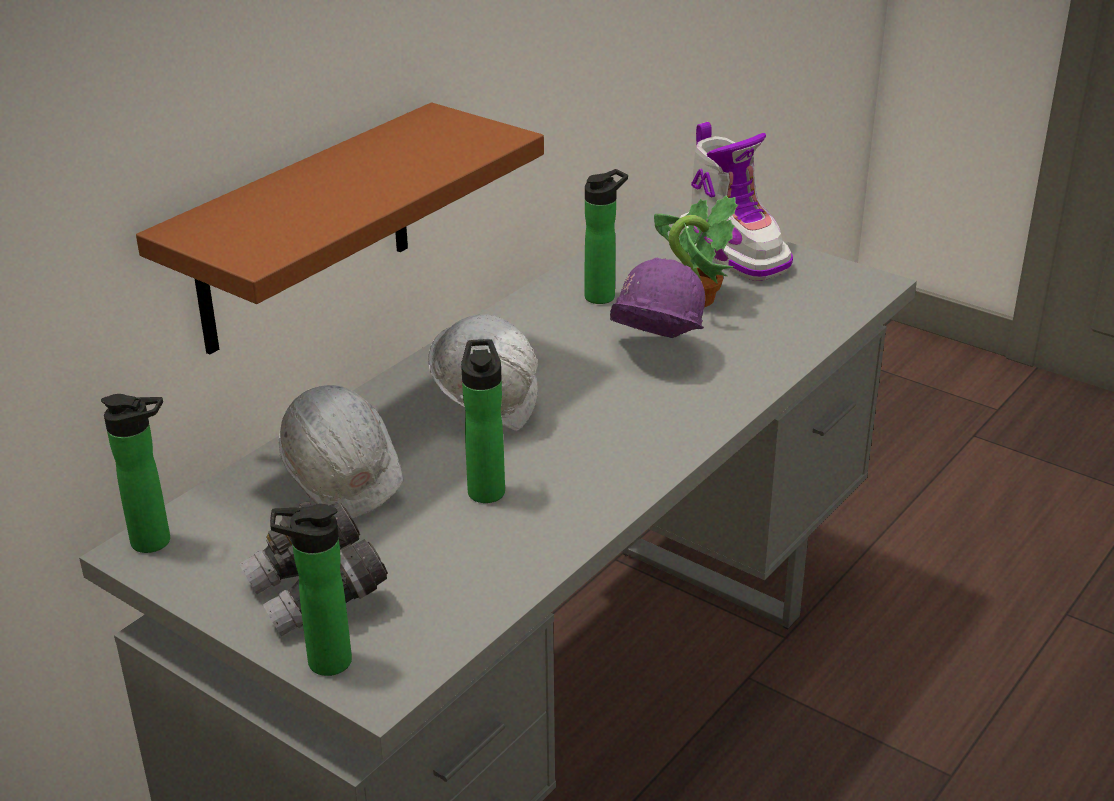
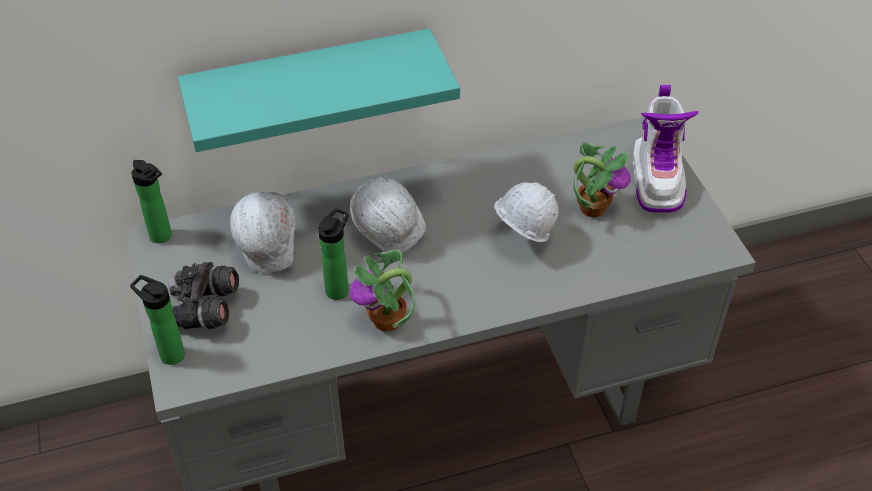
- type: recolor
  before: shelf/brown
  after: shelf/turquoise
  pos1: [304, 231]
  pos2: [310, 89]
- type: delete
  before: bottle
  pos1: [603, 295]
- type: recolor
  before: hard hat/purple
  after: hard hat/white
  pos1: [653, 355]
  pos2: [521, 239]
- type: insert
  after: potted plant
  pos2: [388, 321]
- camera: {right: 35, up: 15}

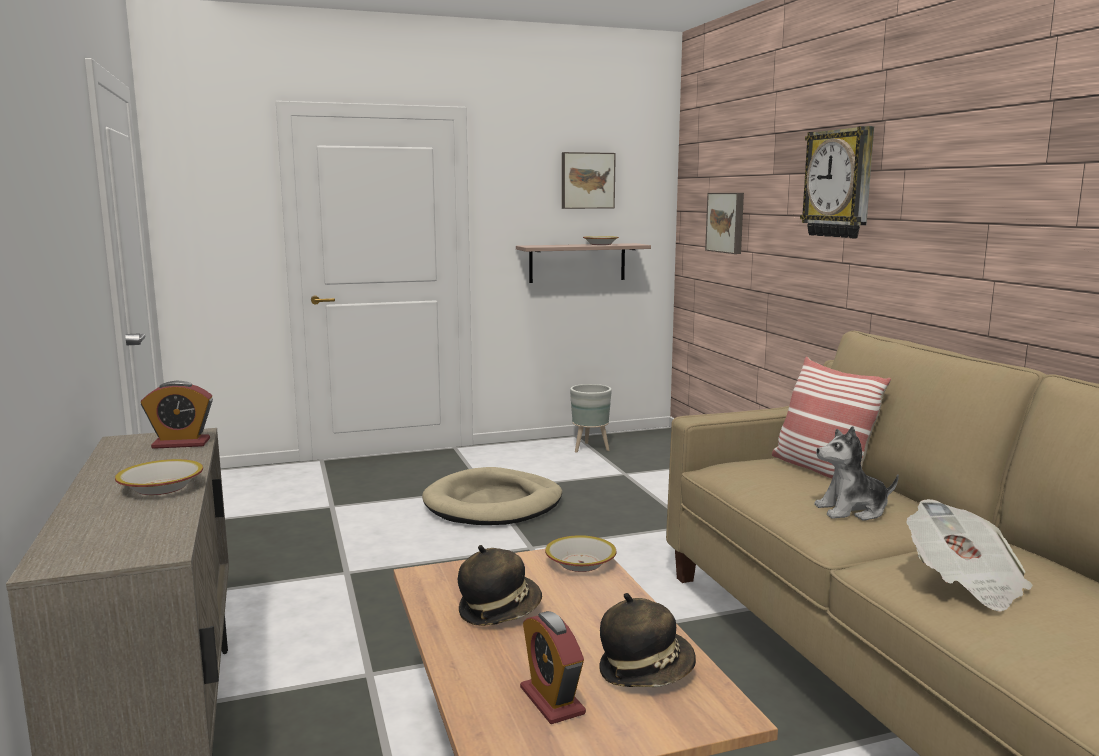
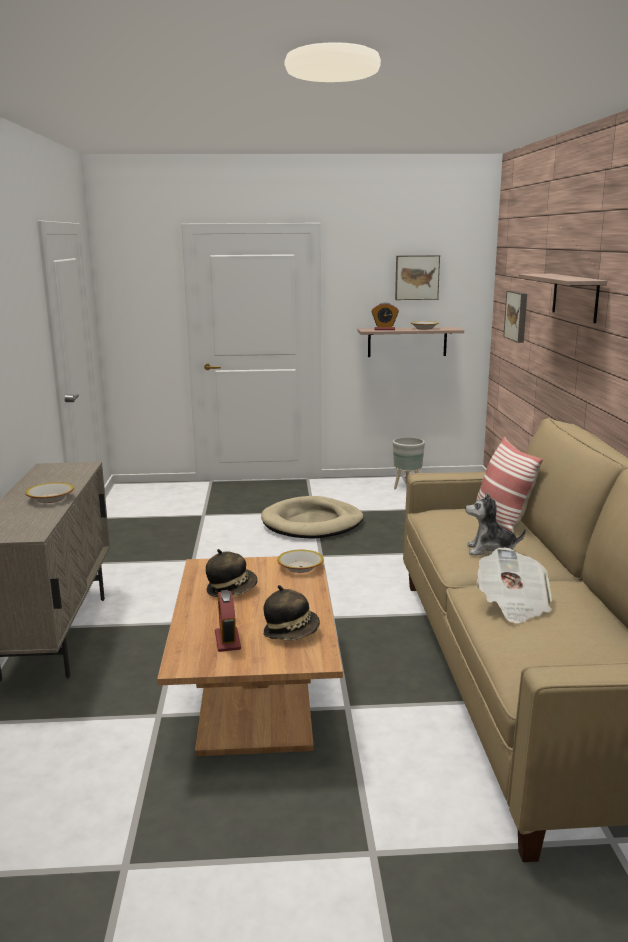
- type: move
  before: alarm clock
  pos1: [181, 443]
  pos2: [384, 329]
- type: replace
  before: wall clock
  after: shelf
  pos1: [839, 183]
  pos2: [575, 297]
- camera: {right: 15, up: 5}

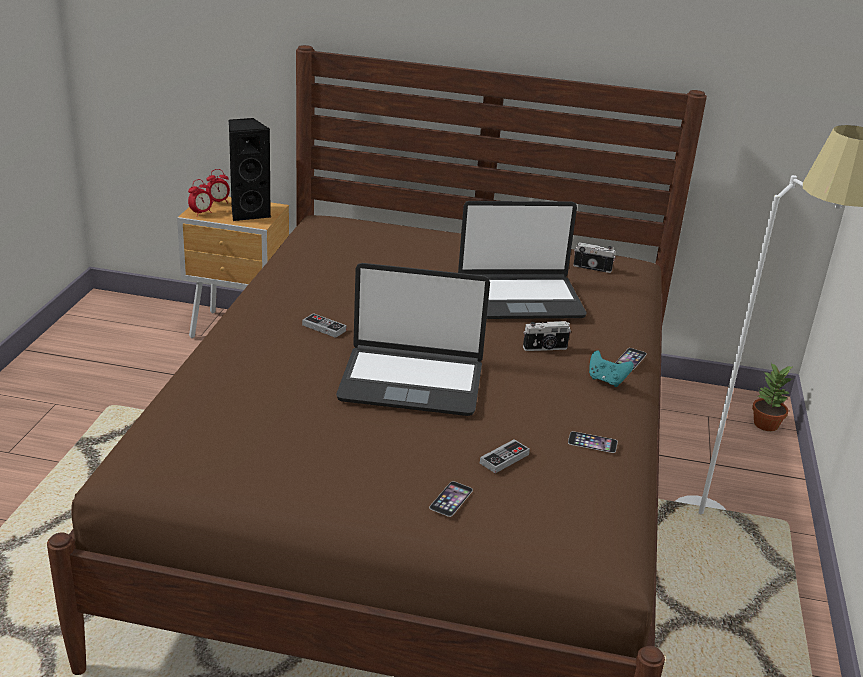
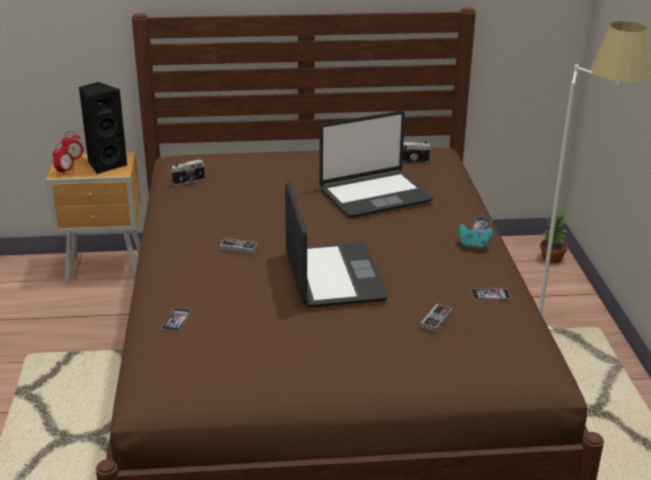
- type: rotate
  before: laptop
  pos1: [411, 382]
  pos2: [333, 276]
  turn: -90
- type: move
  before: phone
  pos1: [451, 498]
  pos2: [176, 319]
- type: move
  before: photo camera
  pos1: [545, 348]
  pos2: [189, 181]
- camera: {right: -15, up: 0}

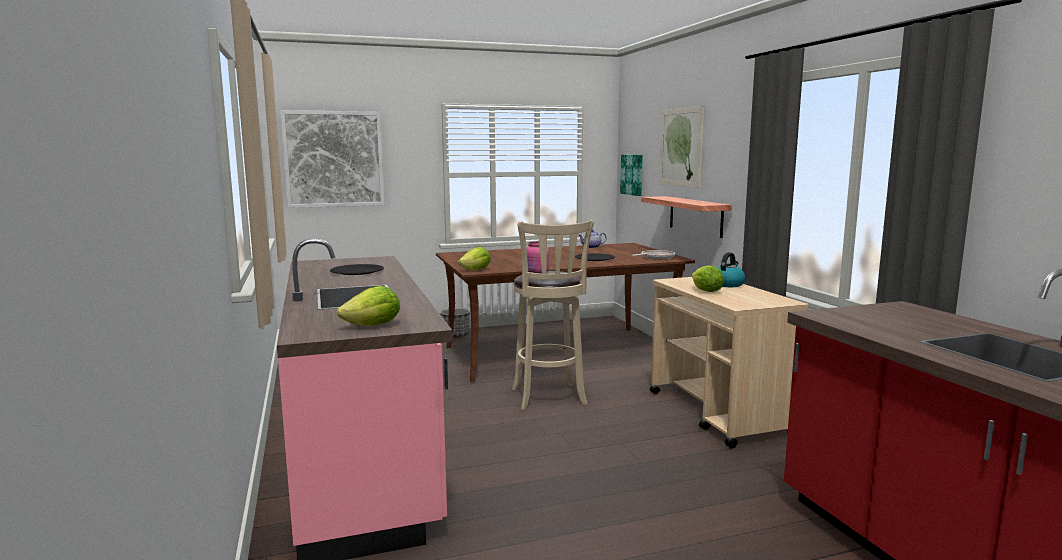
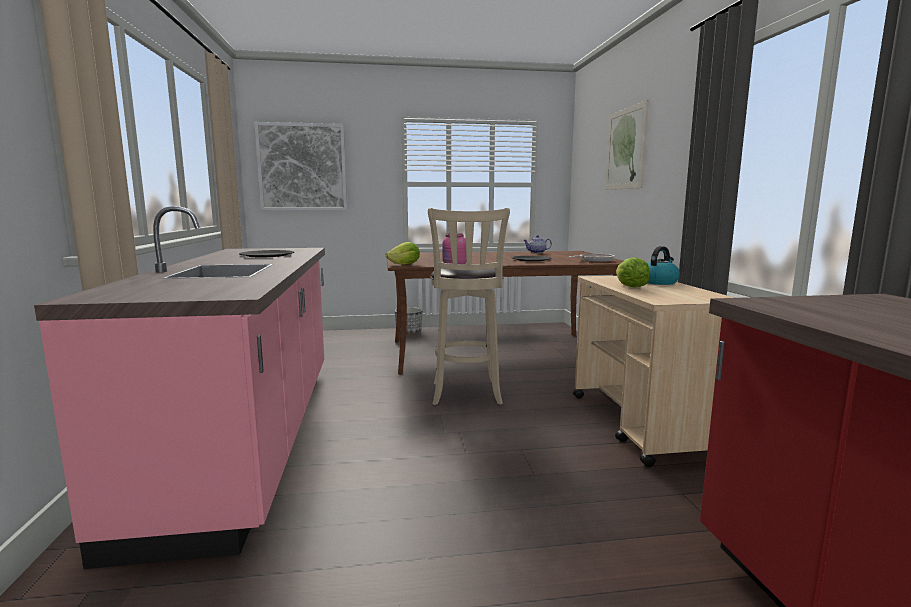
- type: delete
  before: lettuce
  pos1: [373, 326]
- type: delete
  before: picture
  pos1: [633, 174]
- type: delete
  before: shelf
  pos1: [695, 216]
- camera: {right: 10, up: 0}

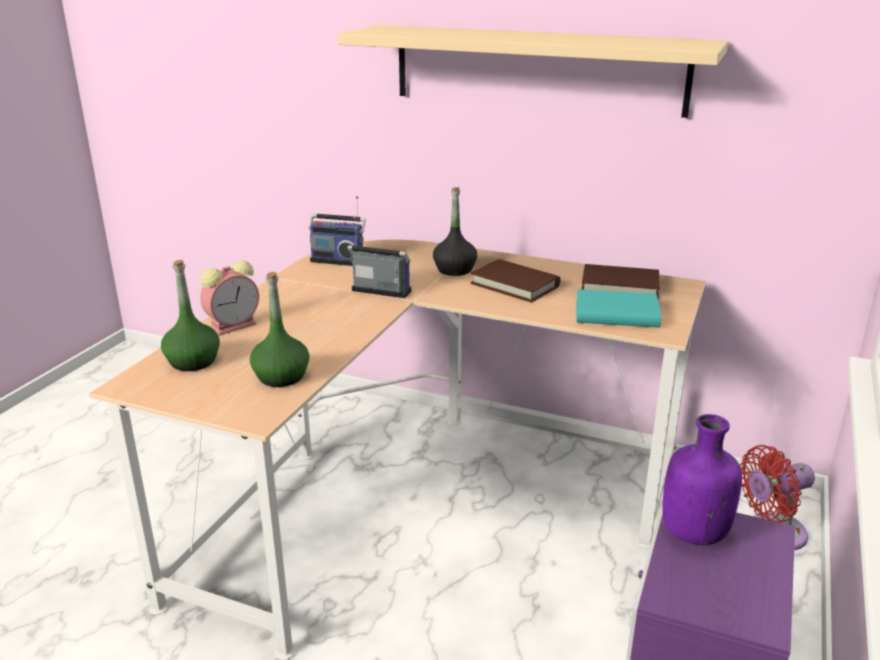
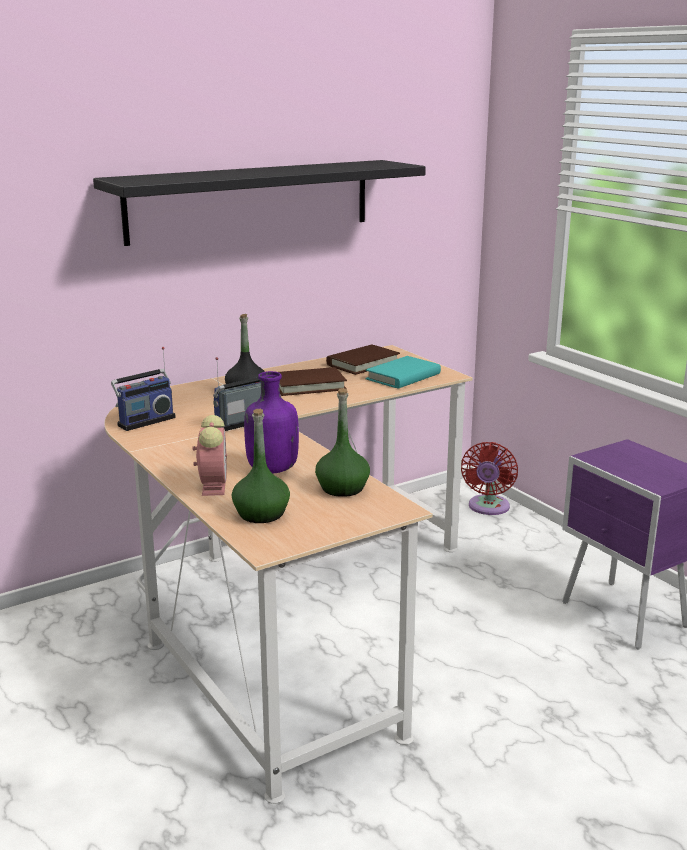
- type: recolor
  before: shelf/beige
  after: shelf/black
  pos1: [537, 69]
  pos2: [251, 200]
- type: move
  before: bottle/purple
  pos1: [692, 532]
  pos2: [271, 469]
- camera: {right: -55, up: -5}

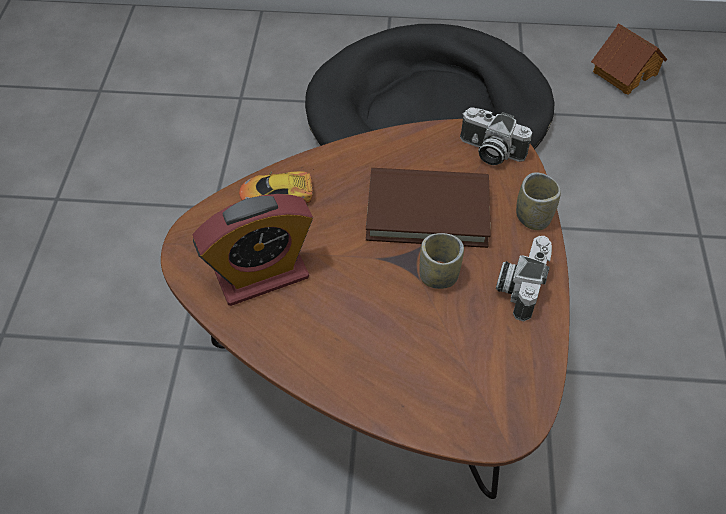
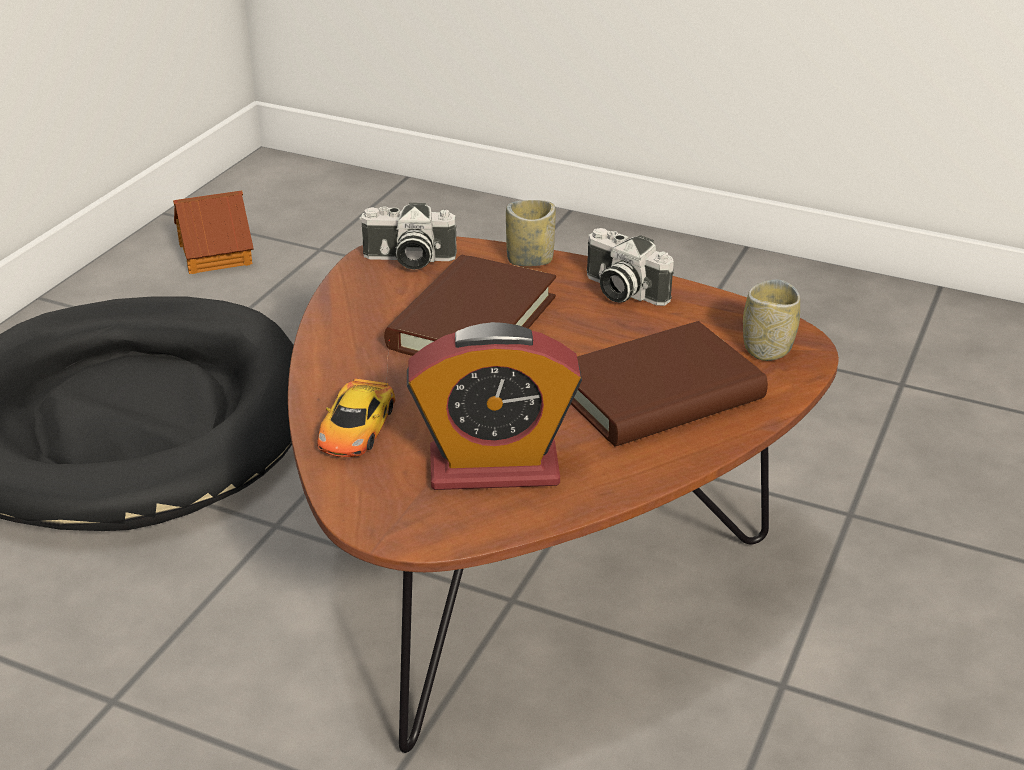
- type: rotate
  before: alarm clock
  pos1: [262, 275]
  pos2: [494, 468]
  turn: 90
- type: move
  before: cup
  pos1: [438, 276]
  pos2: [767, 349]
- type: rotate
  before: photo camera
  pos1: [489, 151]
  pos2: [407, 260]
  turn: 45
- type: insert
  after: book/brown
  pos2: [658, 394]
- camera: {right: -70, up: -20}

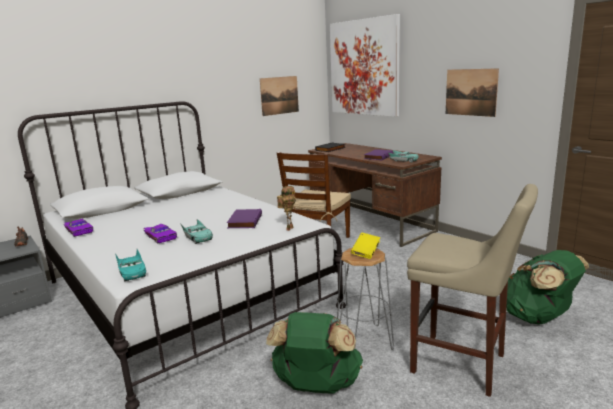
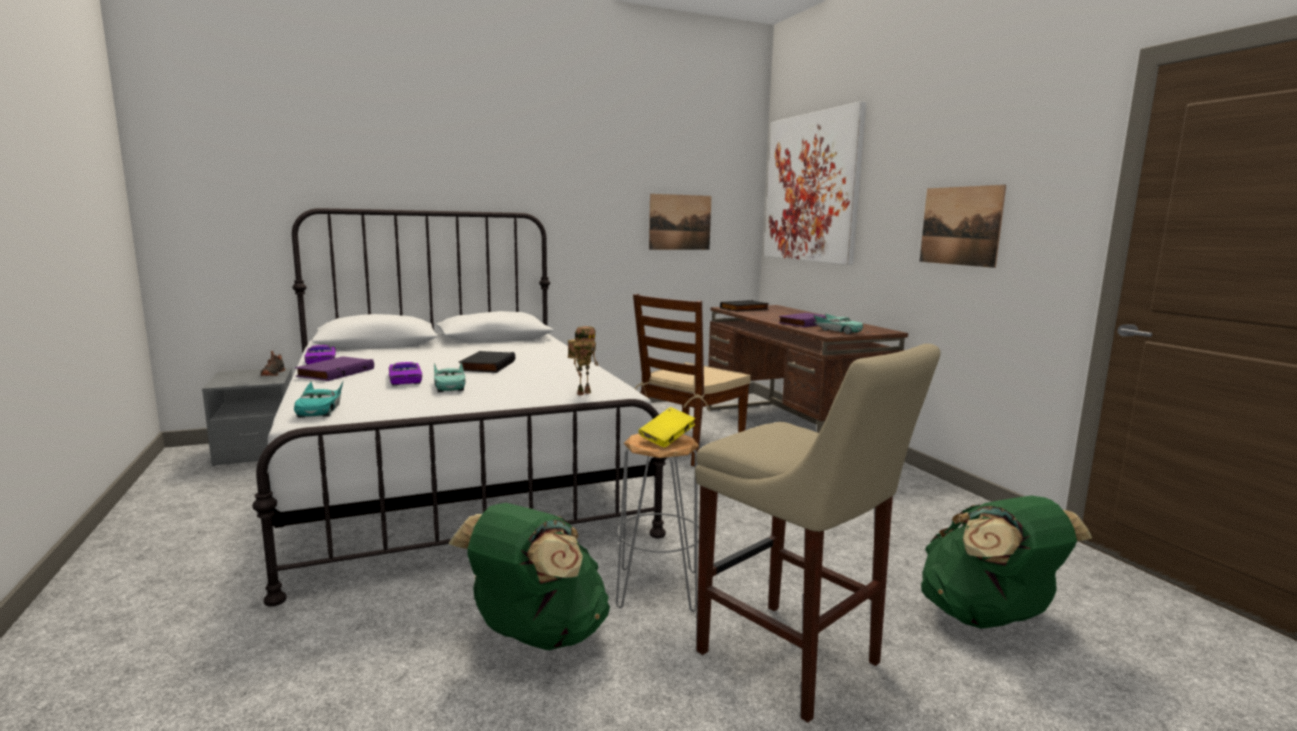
- type: move
  before: book/purple
  pos1: [244, 221]
  pos2: [335, 372]
- type: insert
  after: book/black
  pos2: [486, 365]
- camera: {right: 15, up: -5}

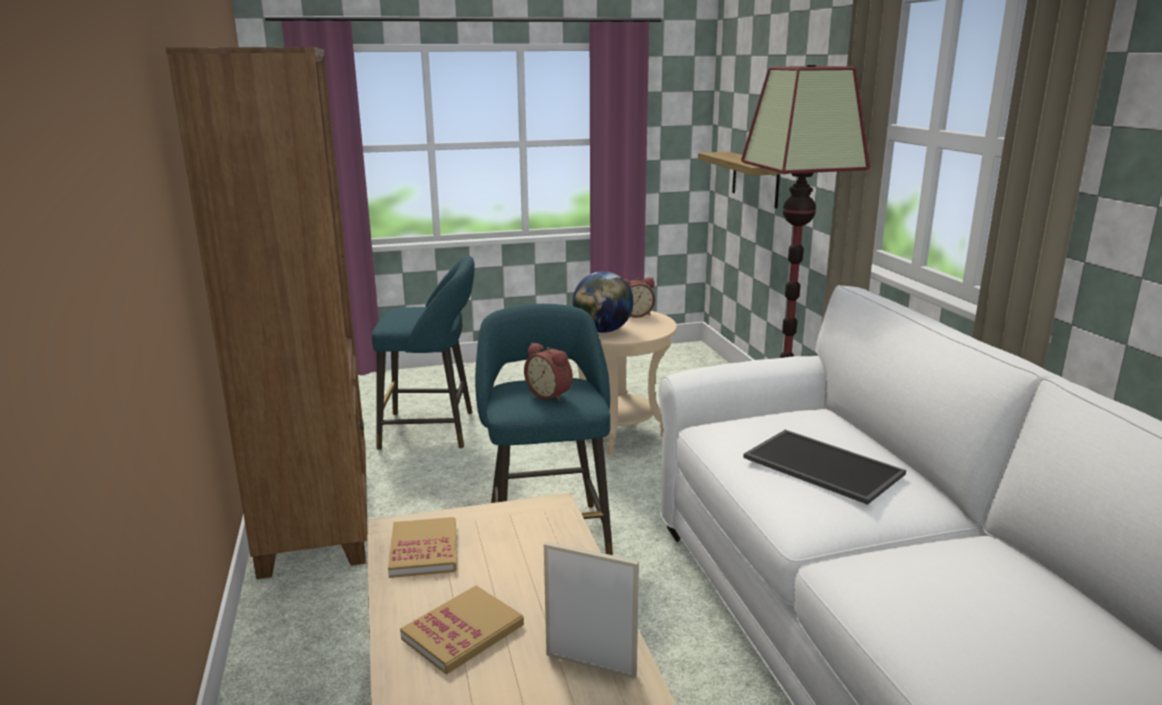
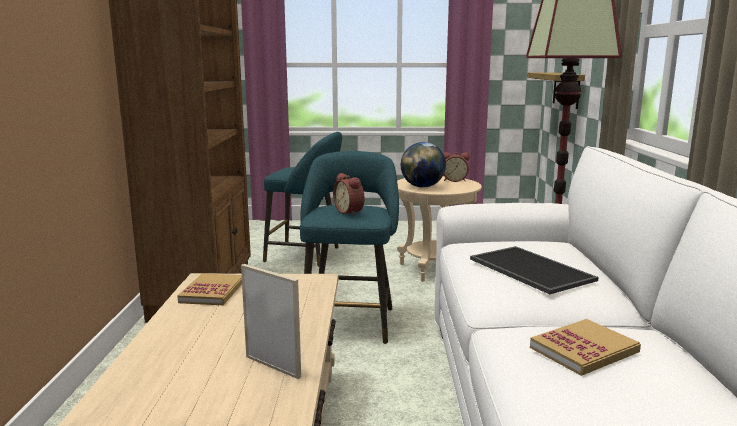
- type: move
  before: book
  pos1: [463, 632]
  pos2: [584, 350]
- camera: {right: 15, up: -5}

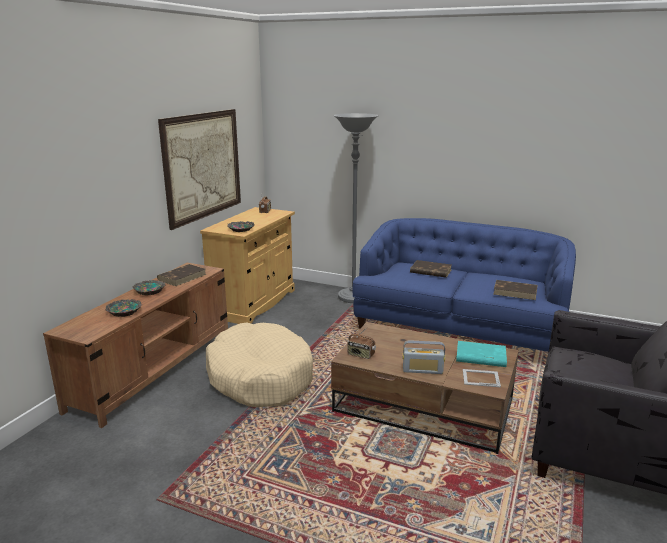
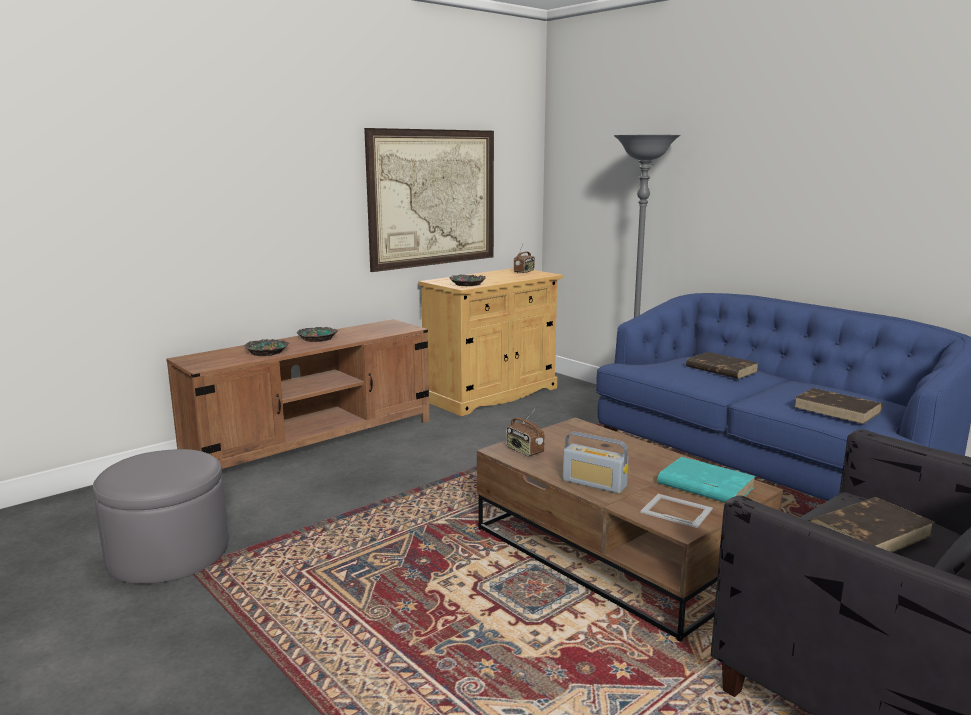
- type: move
  before: book/brown
  pos1: [182, 277]
  pos2: [870, 532]
- type: delete
  before: dog bed/beige
  pos1: [260, 377]
- type: insert
  after: ottoman/grey
  pos2: [168, 553]
- camera: {right: 25, up: -5}

